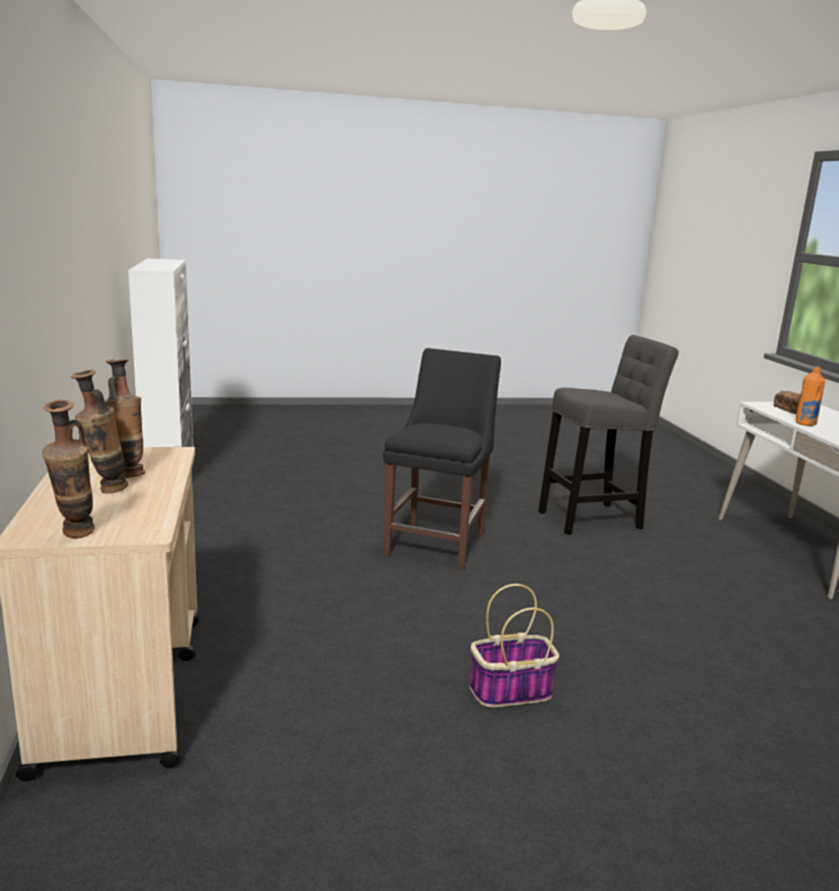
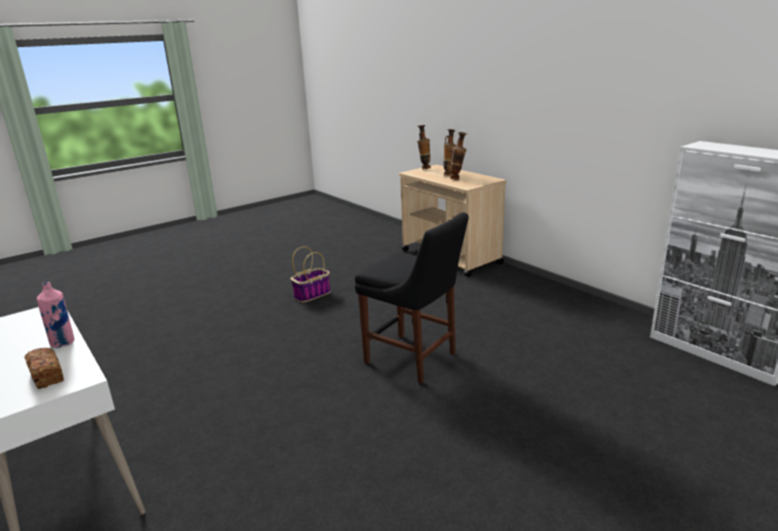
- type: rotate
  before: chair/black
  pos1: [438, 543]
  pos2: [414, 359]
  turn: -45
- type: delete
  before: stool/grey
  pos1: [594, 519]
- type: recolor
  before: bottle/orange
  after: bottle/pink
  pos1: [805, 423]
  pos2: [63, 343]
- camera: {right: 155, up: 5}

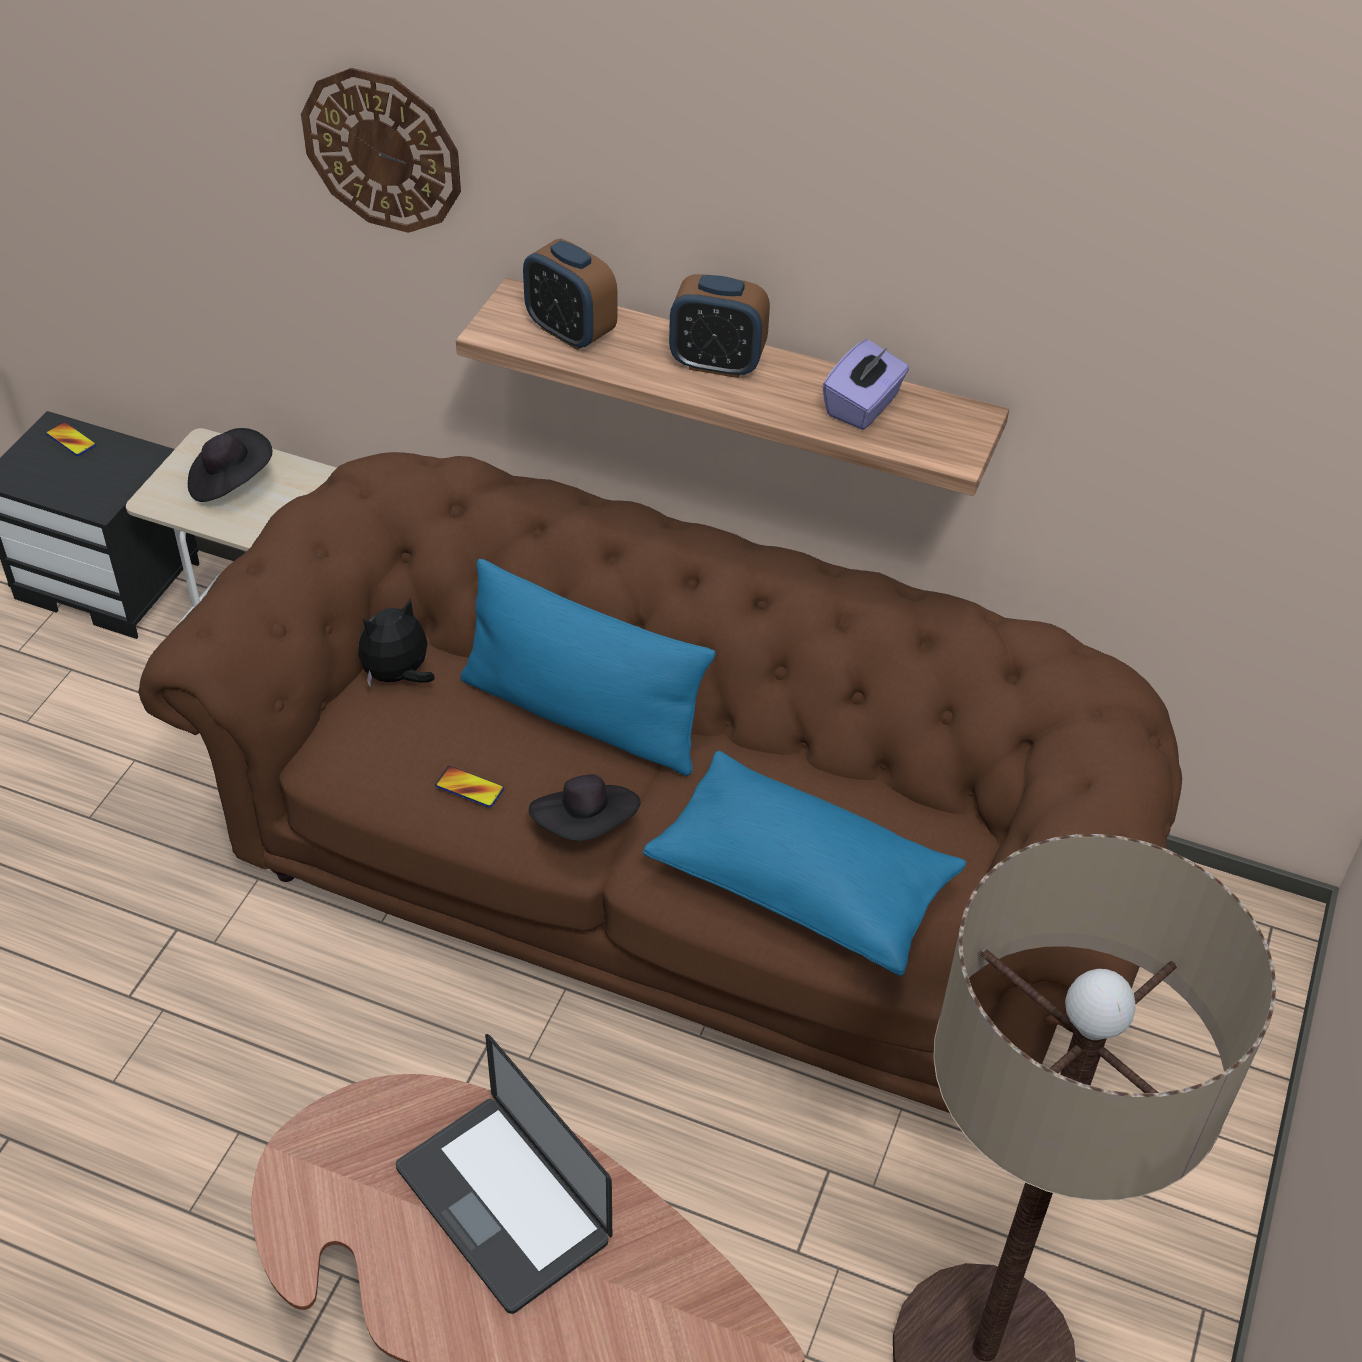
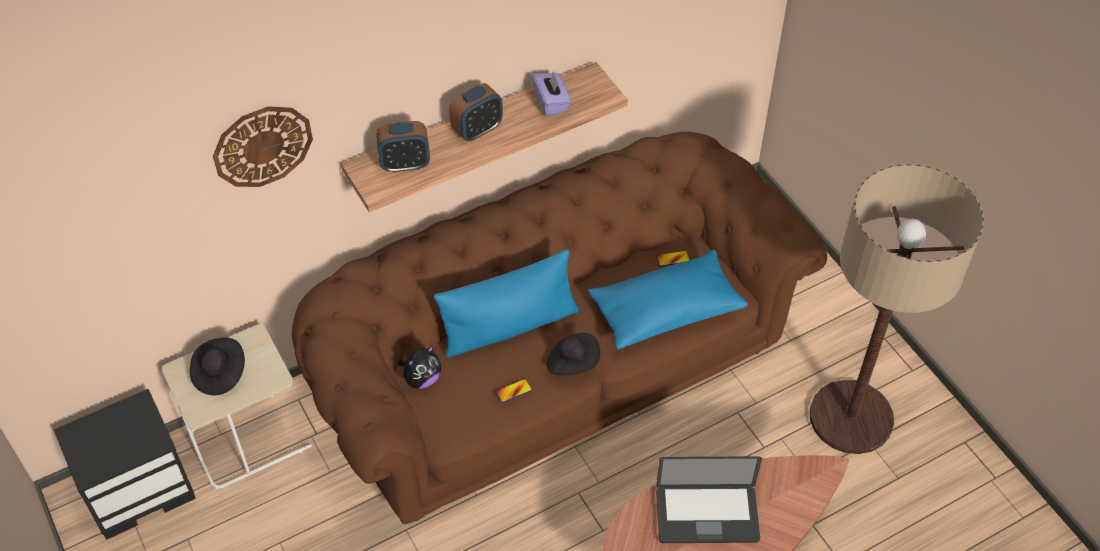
- type: move
  before: phone
  pos1: [71, 440]
  pos2: [672, 259]
- type: rotate
  before: plush toy
  pos1: [398, 676]
  pos2: [422, 379]
  turn: -135
- camera: {right: -50, up: 5}

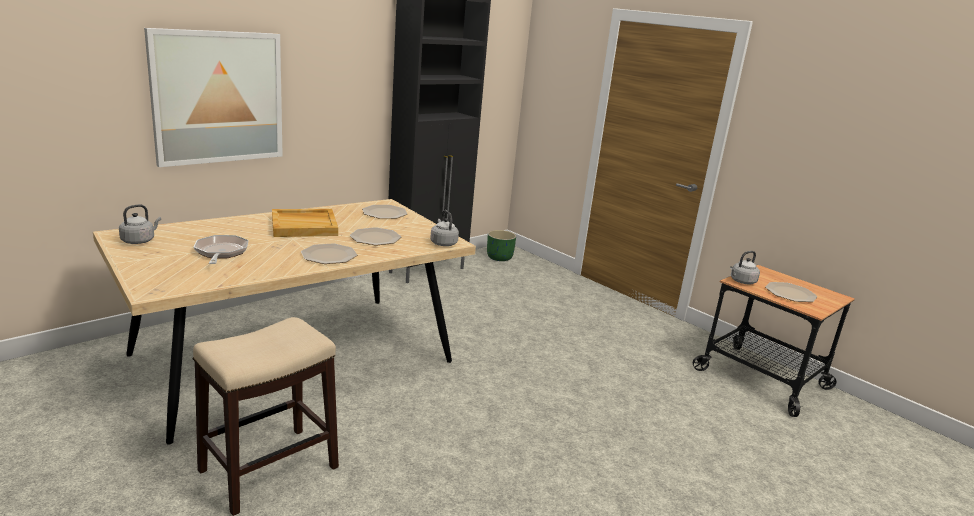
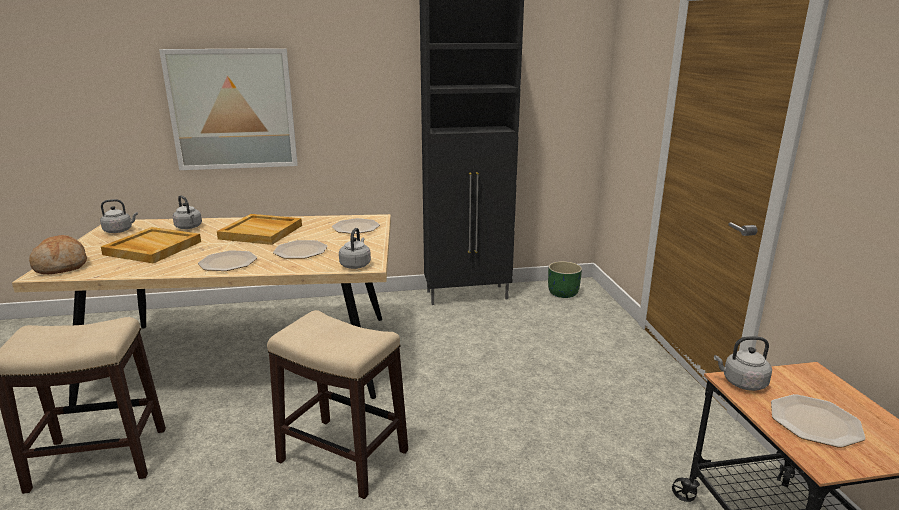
- type: replace
  before: frying pan
  after: tray/beige
  pos1: [221, 253]
  pos2: [152, 248]
- type: insert
  after: bread
  pos2: [61, 266]
- type: insert
  after: kettle/grey
  pos2: [189, 227]
- type: insert
  after: stool
  pos2: [344, 456]
- camera: {right: 35, up: 0}

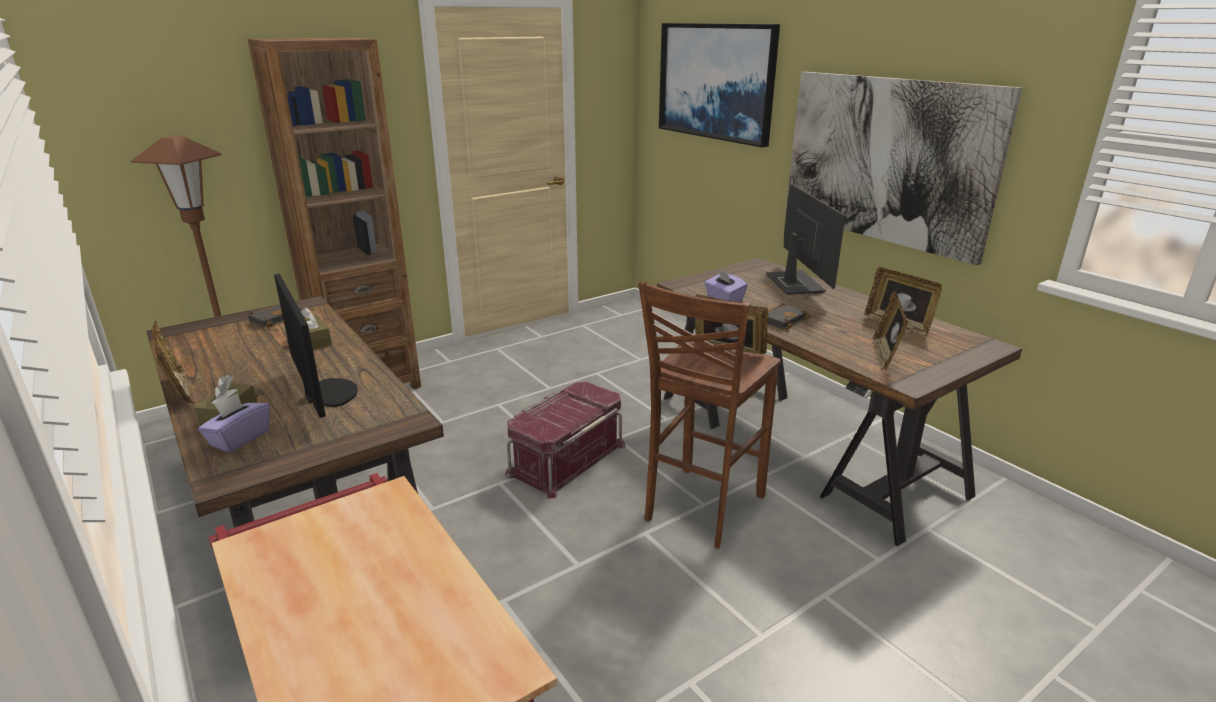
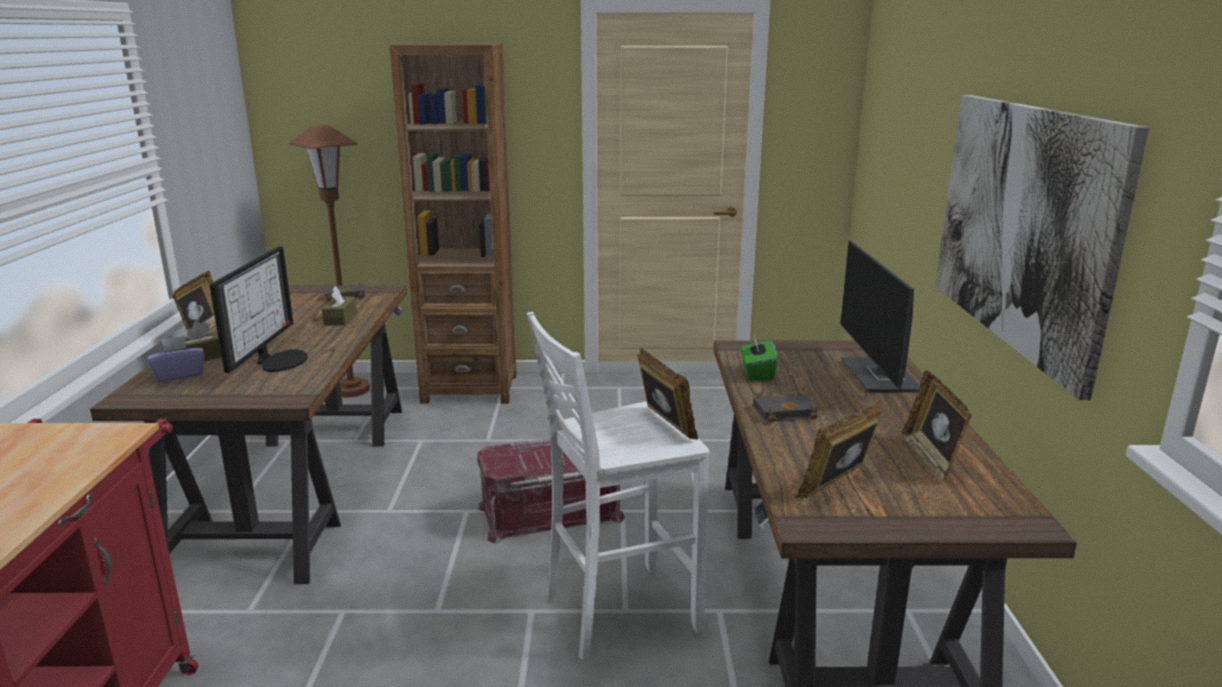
- type: recolor
  before: stool/brown
  after: stool/white
  pos1: [700, 508]
  pos2: [617, 613]
- type: delete
  before: picture
  pos1: [716, 81]
- type: recolor
  before: tissue box/purple
  after: tissue box/green
  pos1: [724, 299]
  pos2: [757, 373]
- type: rotate
  before: monitor
  pos1: [793, 283]
  pos2: [881, 377]
  turn: 150
- camera: {right: 35, up: -5}

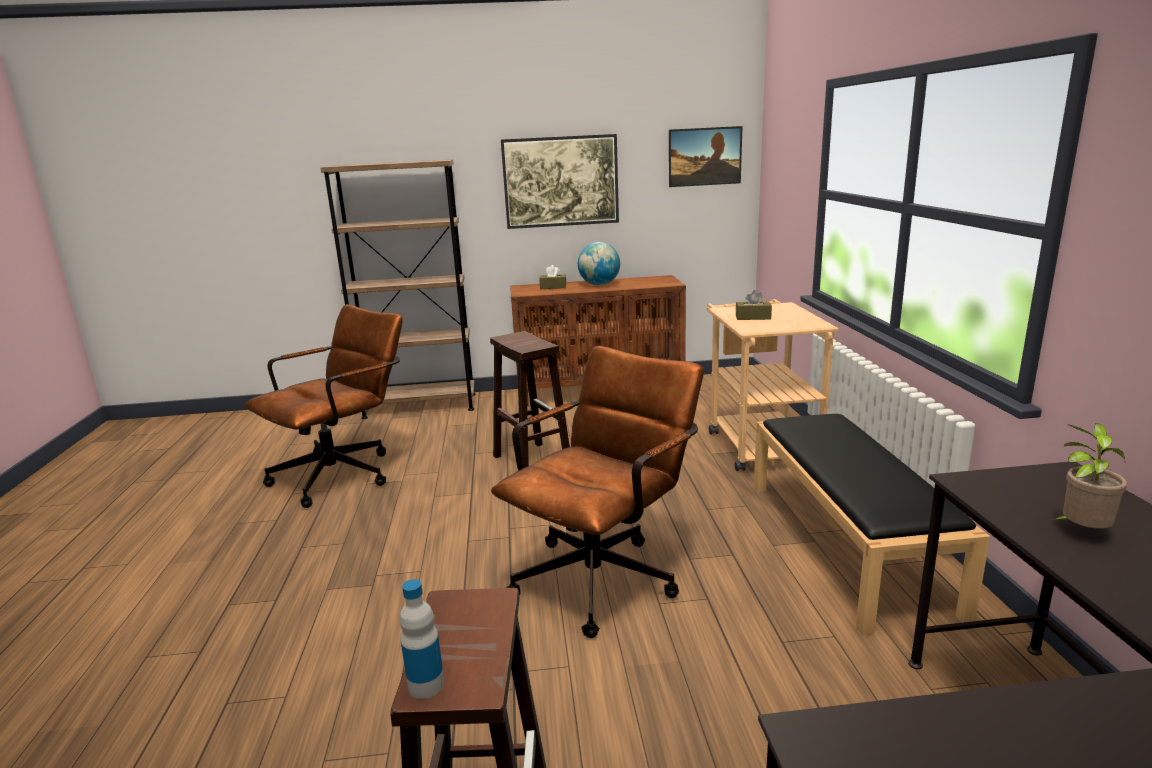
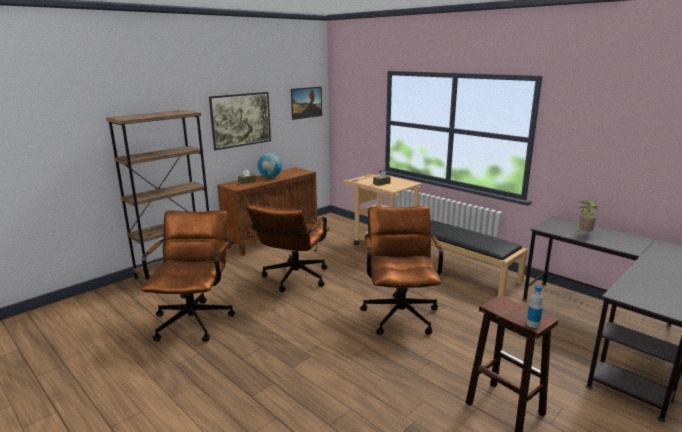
- type: replace
  before: stool/brown
  after: office chair/brown
  pos1: [531, 461]
  pos2: [293, 280]
- camera: {right: -40, up: 0}

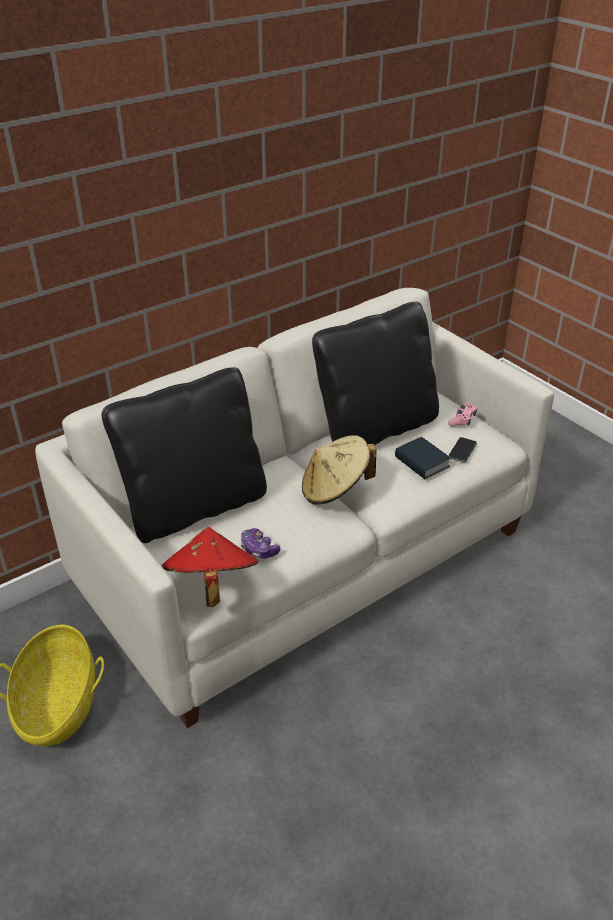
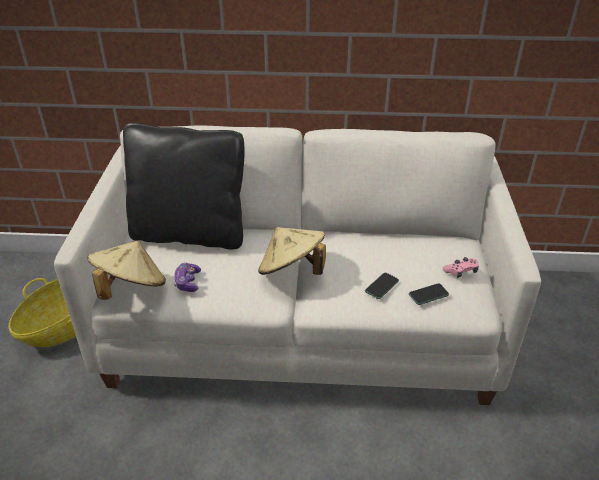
- type: recolor
  before: hat/red
  after: hat/beige
  pos1: [211, 585]
  pos2: [131, 288]
- type: delete
  before: pillow/black
  pos1: [375, 429]
- type: replace
  before: book
  after: phone
  pos1: [421, 462]
  pos2: [381, 286]
- camera: {right: 40, up: 0}

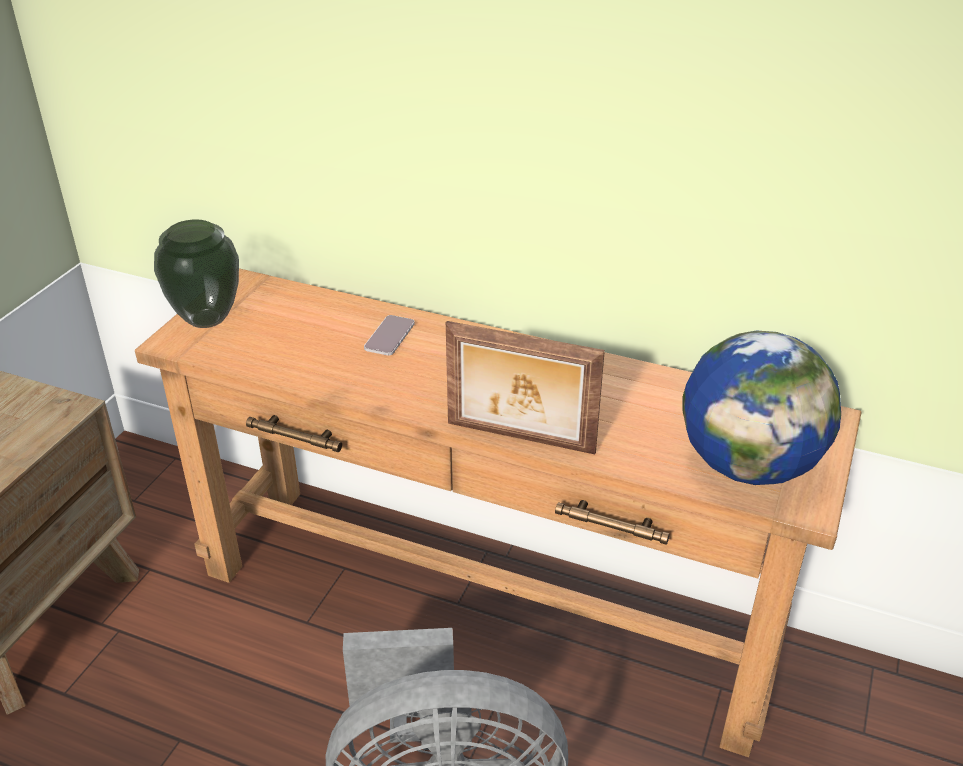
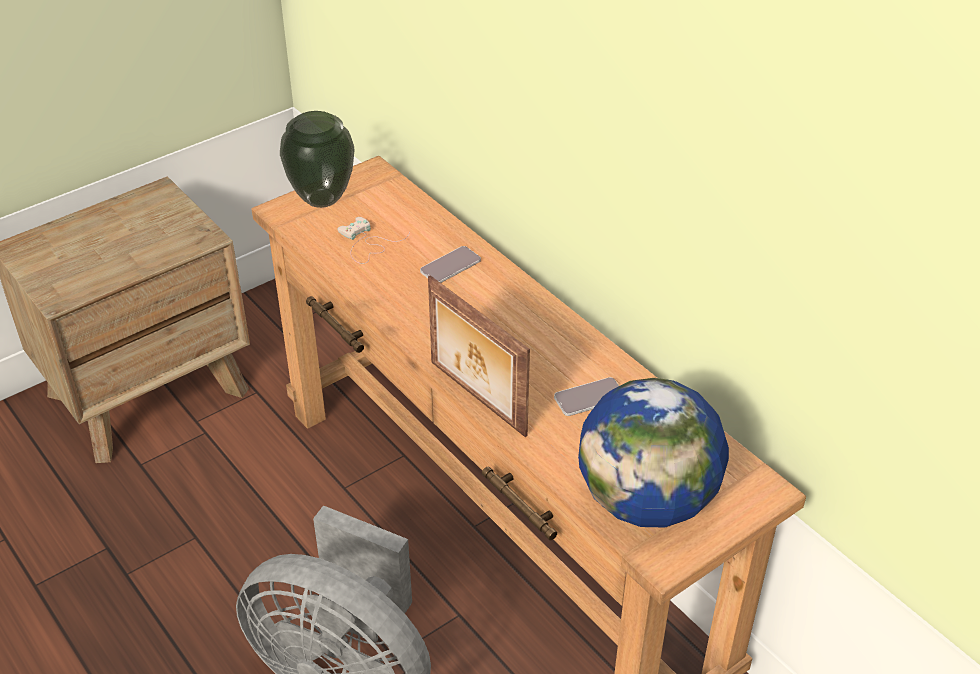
- type: insert
  after: game controller/white
  pos2: [367, 244]
- type: insert
  after: phone
  pos2: [589, 398]
- camera: {right: 30, up: 5}

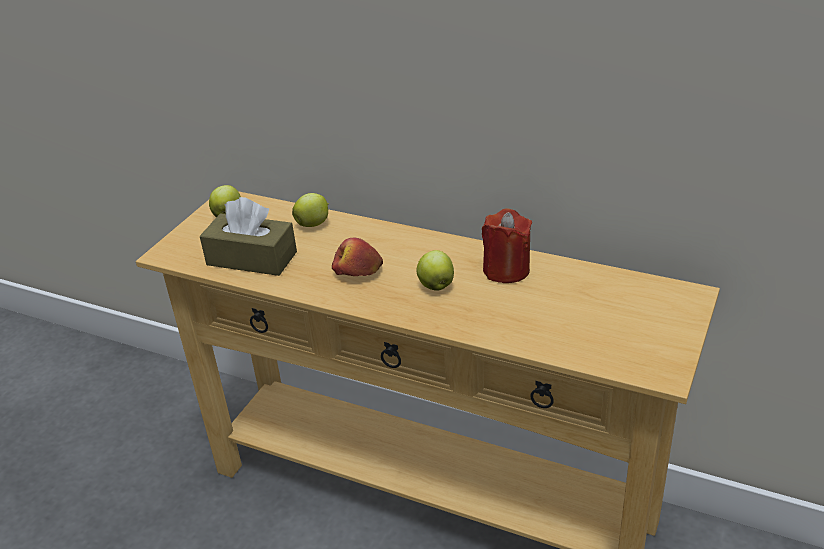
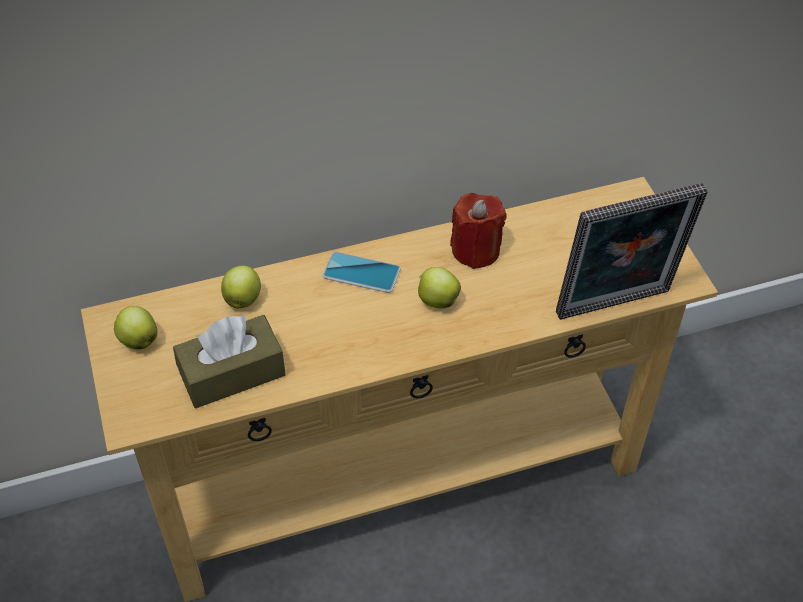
- type: delete
  before: apple
  pos1: [357, 271]
- type: insert
  after: phone
  pos2: [361, 273]
- type: insert
  after: picture frame
  pos2: [615, 307]
- camera: {right: -45, up: 15}

